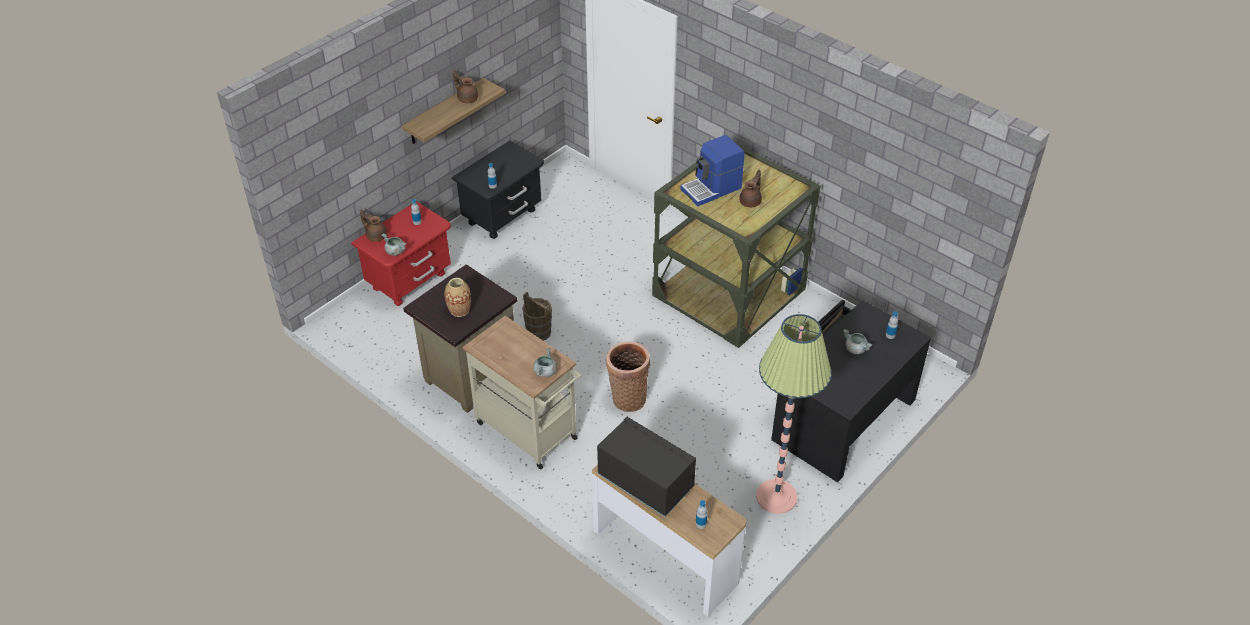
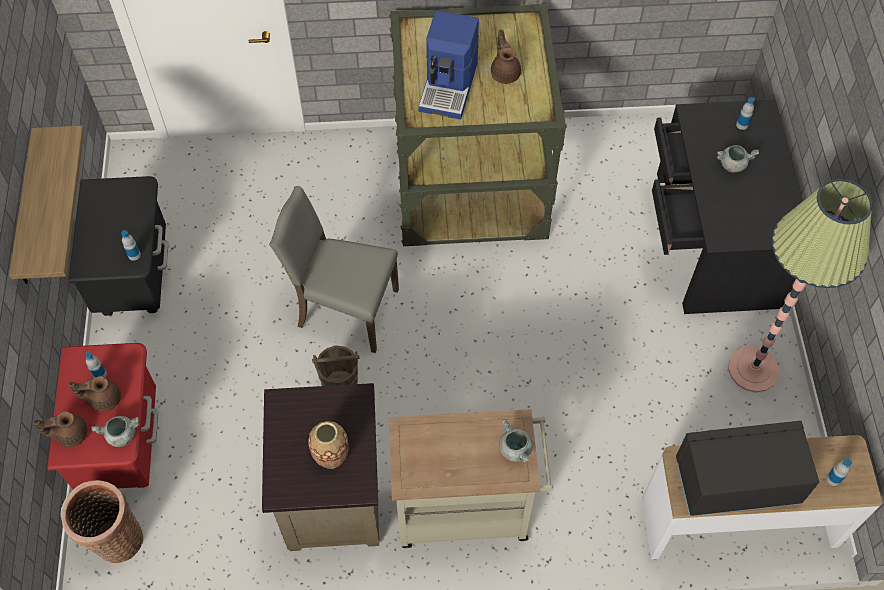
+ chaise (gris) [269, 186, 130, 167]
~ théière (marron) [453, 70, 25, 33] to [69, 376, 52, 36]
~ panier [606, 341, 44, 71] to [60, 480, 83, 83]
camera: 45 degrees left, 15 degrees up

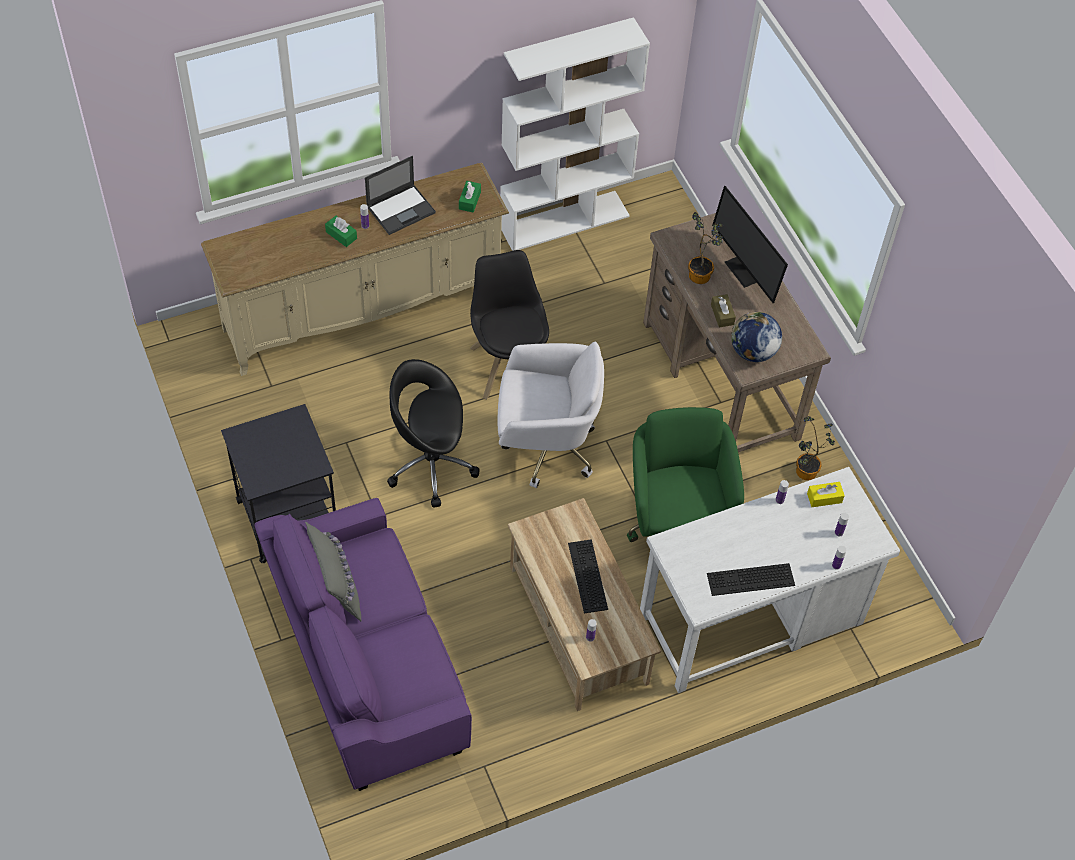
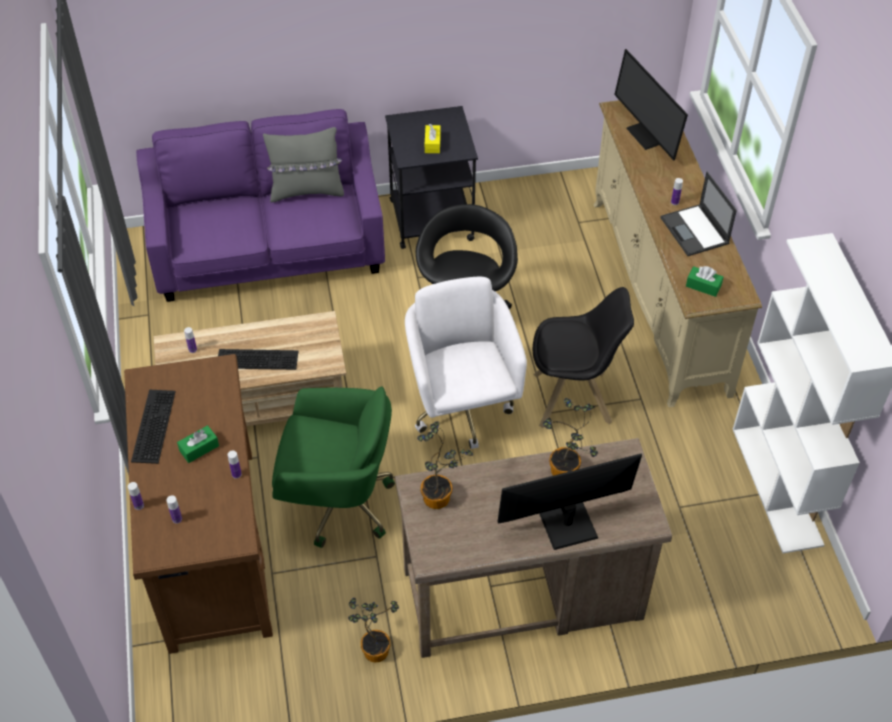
- boîte à mouchoirs (marron) [711, 294, 25, 34]
+ écran d'ordinateur [614, 49, 74, 112]
~ boîte à mouchoirs (vert) [325, 216, 32, 31] to [177, 425, 42, 38]
~ boîte à mouchoirs (jaune) [807, 482, 38, 25] to [425, 124, 16, 29]
~ globe [731, 312, 51, 50] to plante en pot [417, 421, 56, 88]
~ bureau (blanc) [640, 467, 260, 226] to bureau (marron) [124, 354, 149, 300]
~ chaise de bureau (blanc) [498, 342, 106, 146] = [405, 277, 122, 172] 150 degrees clockwise
camera: 105 degrees right, 5 degrees down

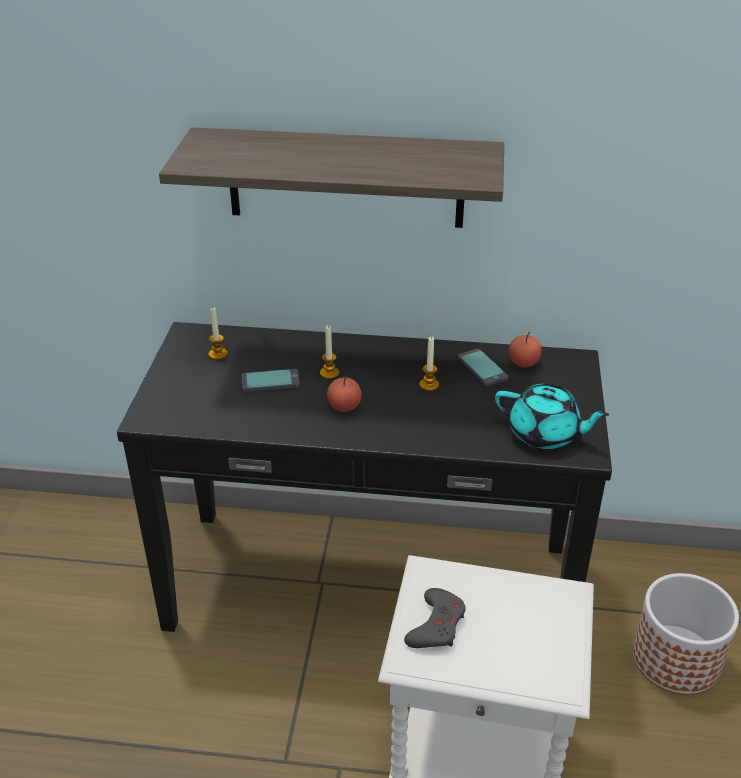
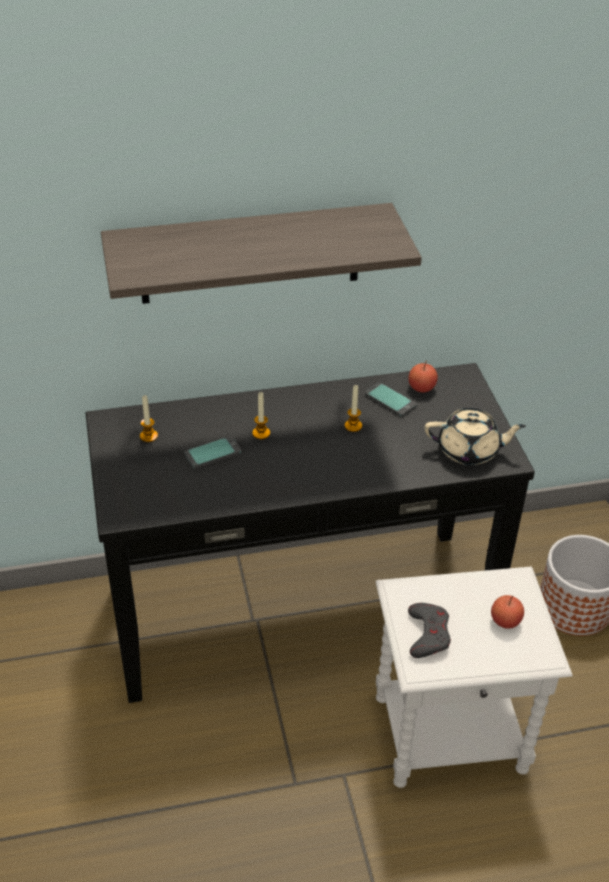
~ pomme [327, 375, 35, 37] to [491, 595, 33, 34]
~ théière (turquoise) [495, 384, 114, 65] to théière (beige) [425, 408, 101, 57]
camera: 20 degrees left, 5 degrees up

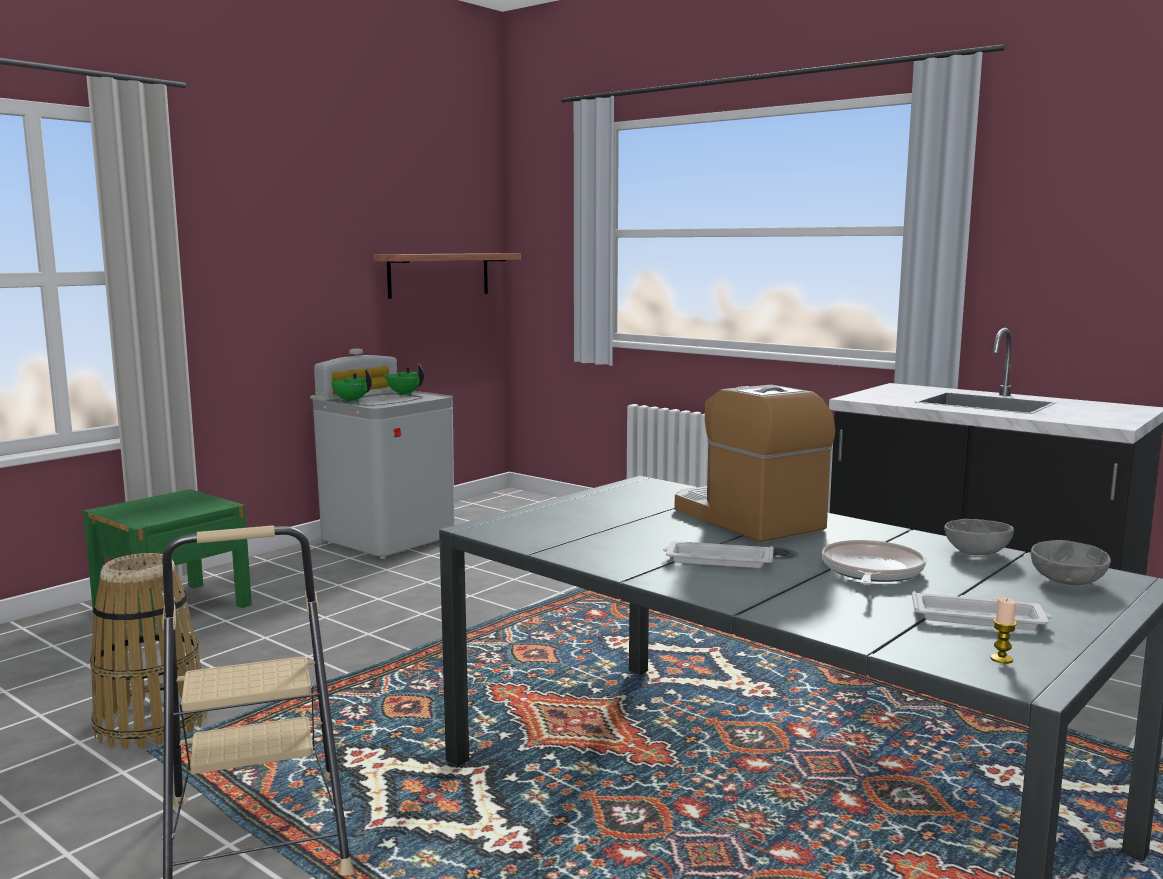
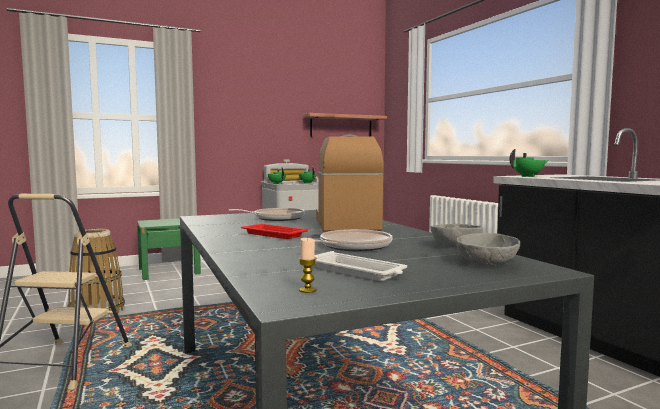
+ poêle [228, 208, 77, 13]
+ théière (vert) [510, 149, 39, 28]
~ plateau (blanc) [663, 541, 111, 27] to plateau (rouge) [241, 224, 67, 15]
camera: 25 degrees right, 5 degrees down

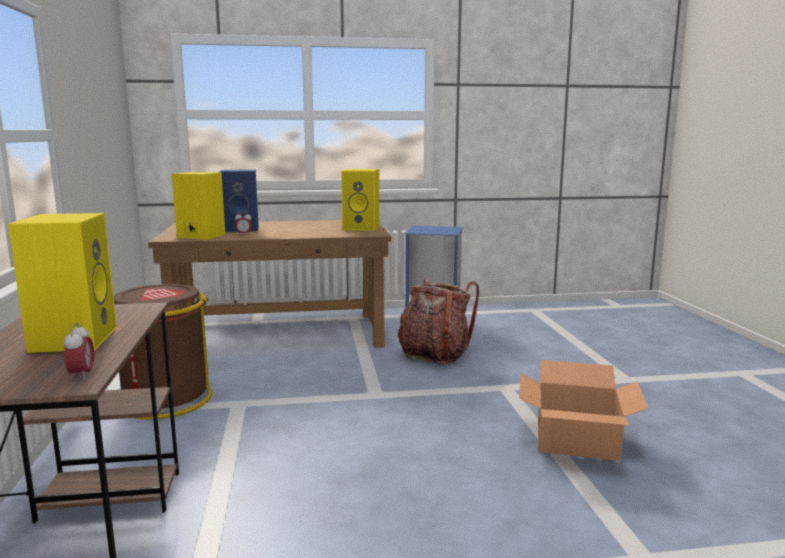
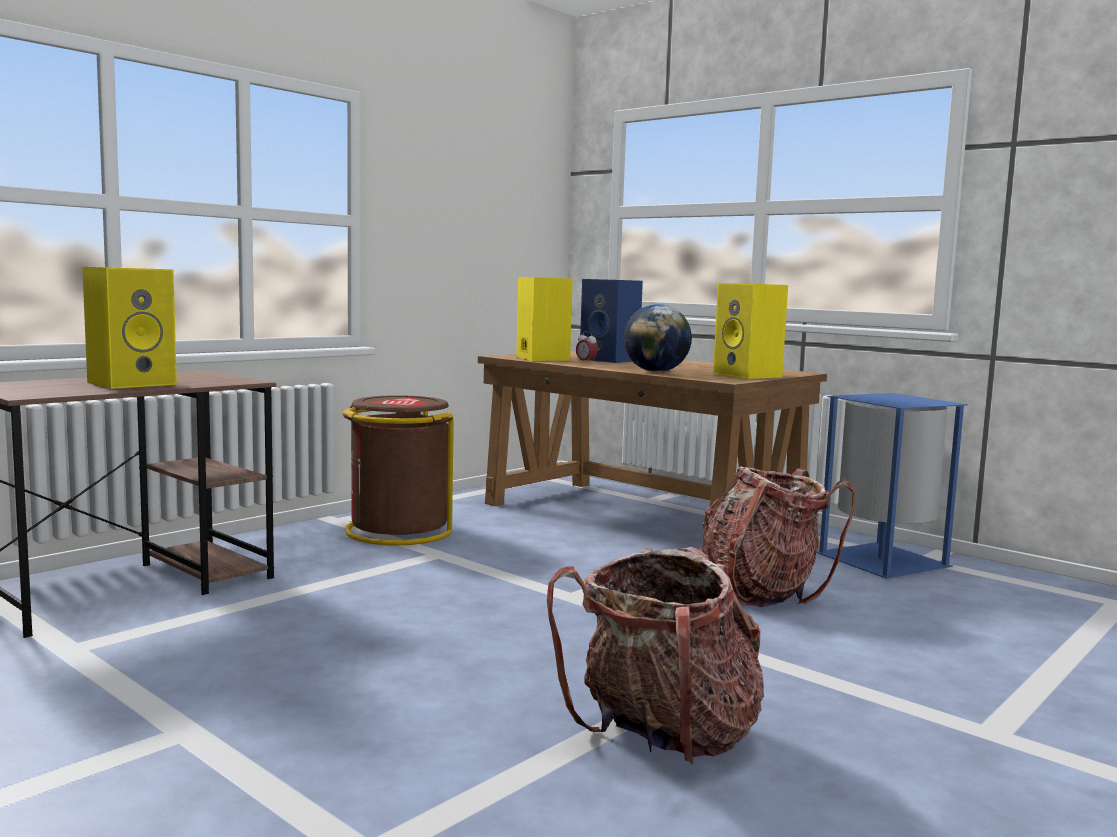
- réveil [64, 323, 30, 57]
+ globe [624, 304, 68, 68]
~ carton [519, 360, 129, 101] to sac à dos [547, 547, 217, 217]
camera: 50 degrees right, 5 degrees down

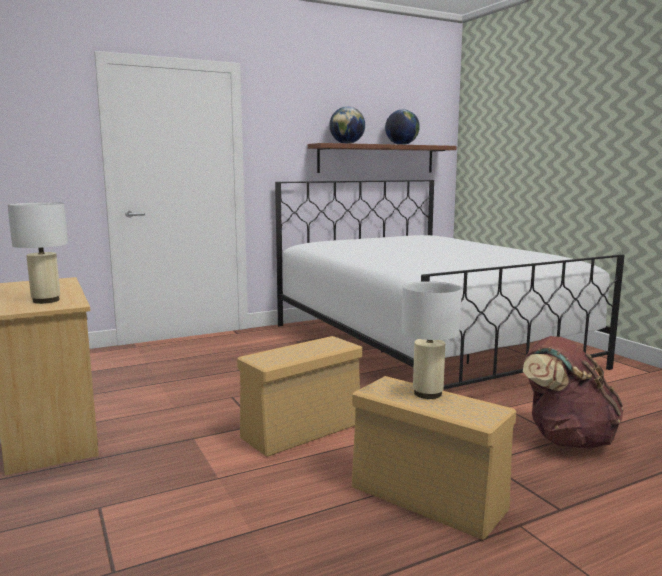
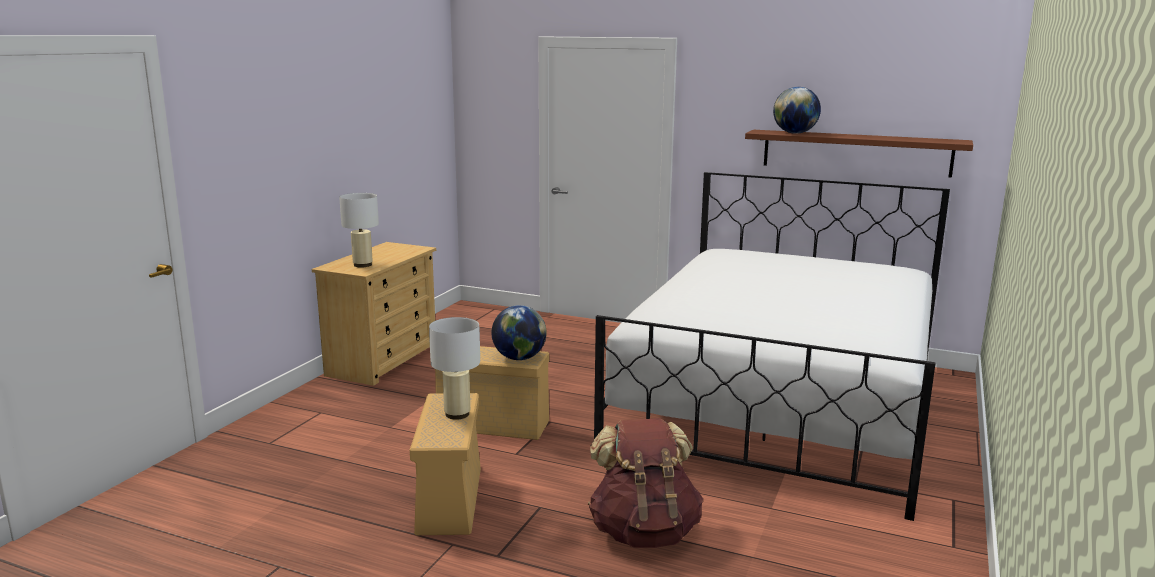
~ globe [385, 109, 35, 36] to [491, 305, 56, 55]
camera: 50 degrees right, 5 degrees up

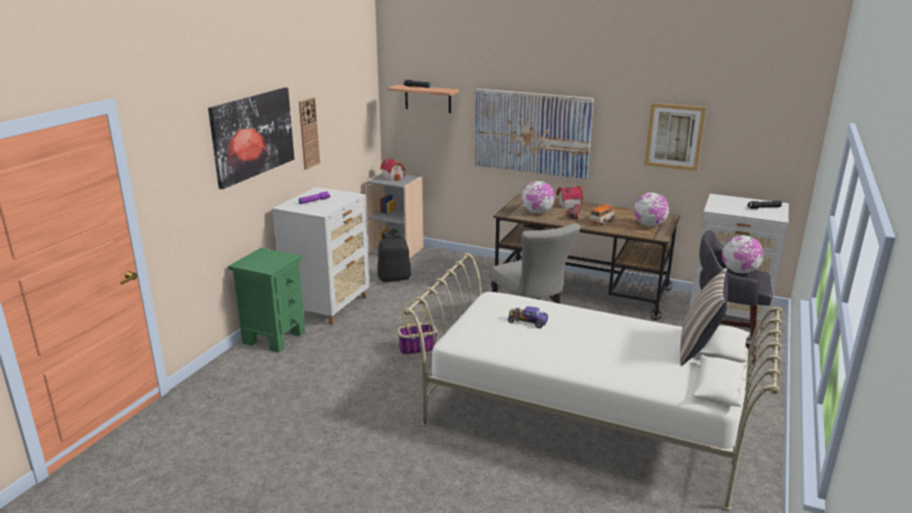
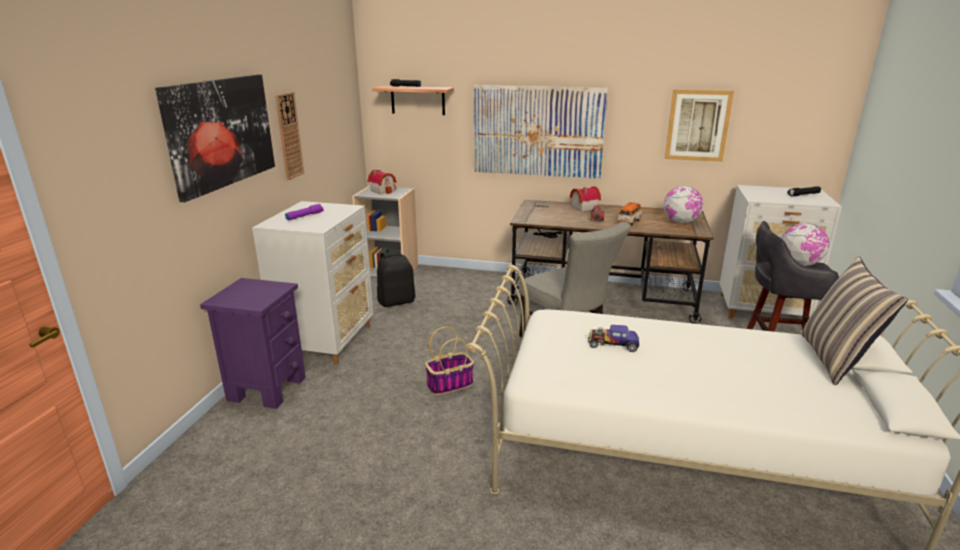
- globe [522, 181, 33, 33]
~ table de chevet (vert) [228, 248, 77, 105] to table de chevet (violet) [200, 278, 106, 131]
camera: 10 degrees left, 0 degrees up

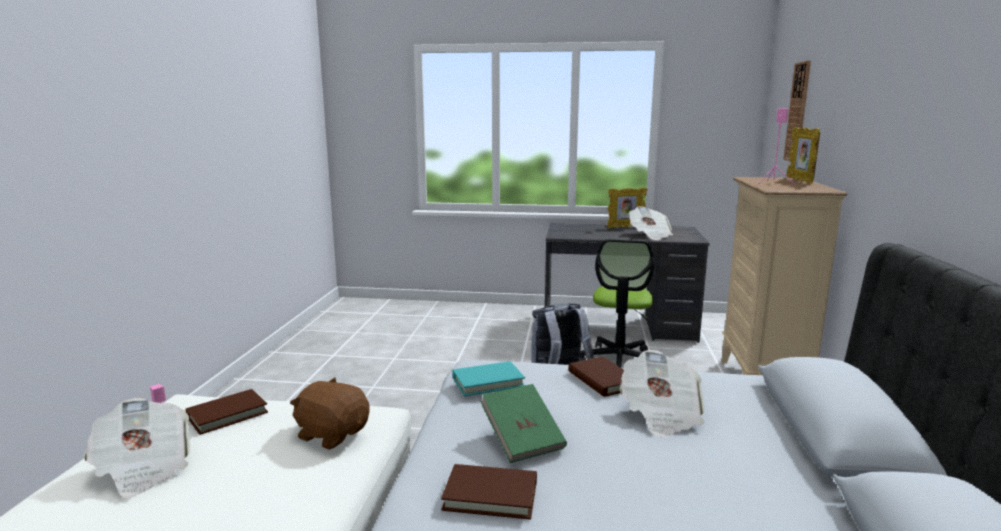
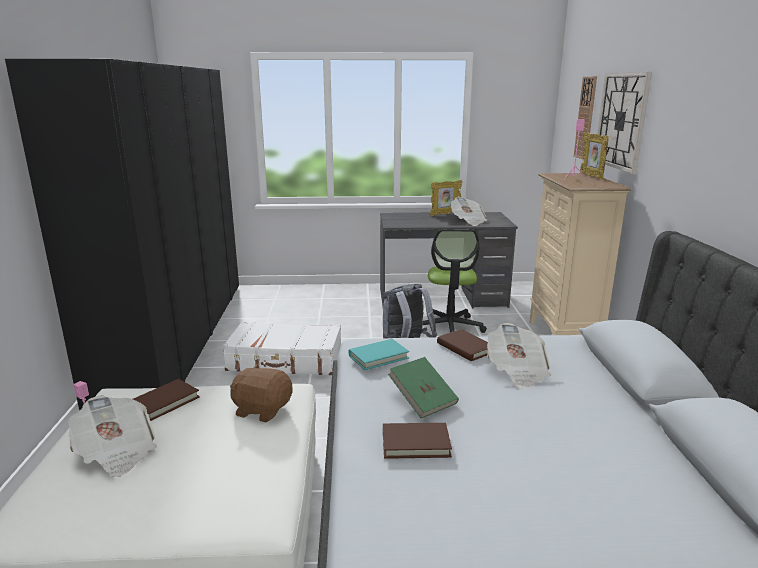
+ armoire (noir) [5, 59, 234, 352]
+ valise (blanc) [222, 322, 119, 53]
+ horloge murale [597, 72, 55, 101]
camera: 10 degrees left, 5 degrees up

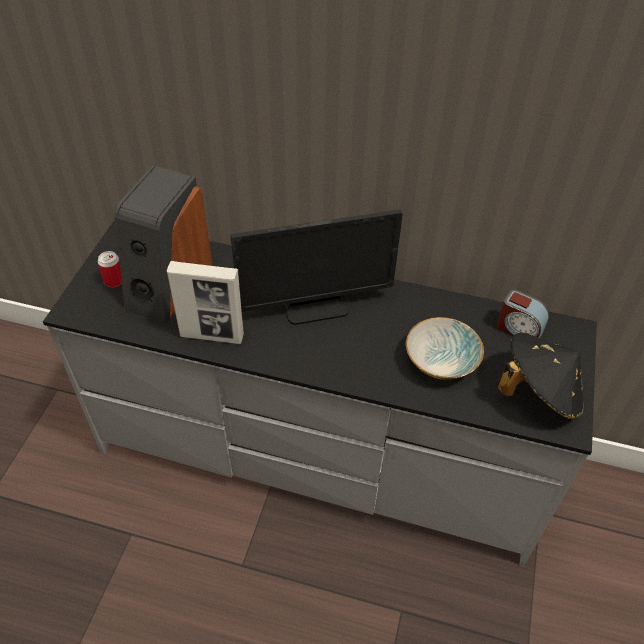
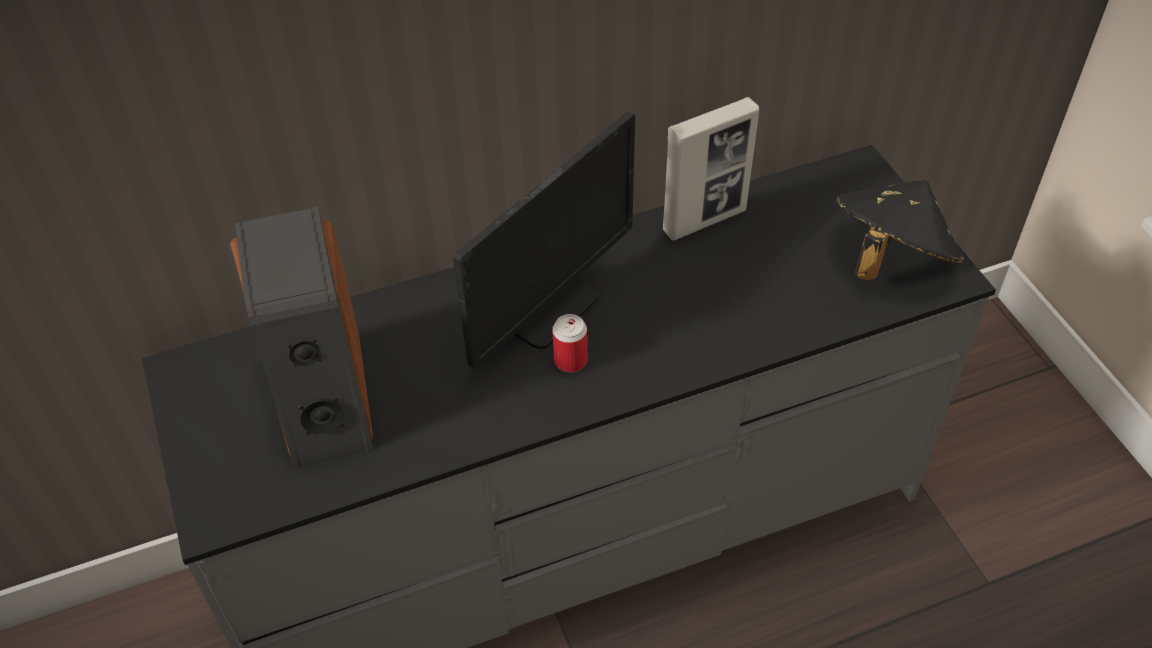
- bol [406, 317, 78, 63]
- réveil [497, 290, 52, 48]
~ boîte métallique [98, 251, 24, 36] to [552, 314, 35, 58]
~ cadre photo [167, 261, 77, 83] to [663, 97, 96, 144]
camera: 35 degrees left, 0 degrees up

